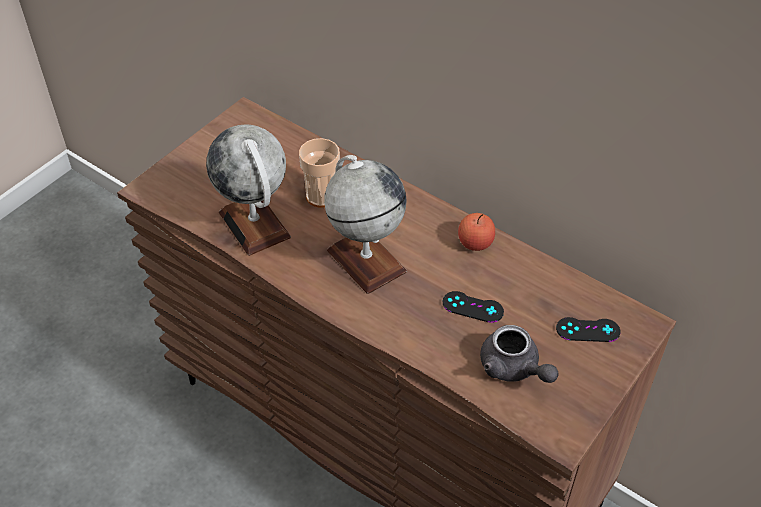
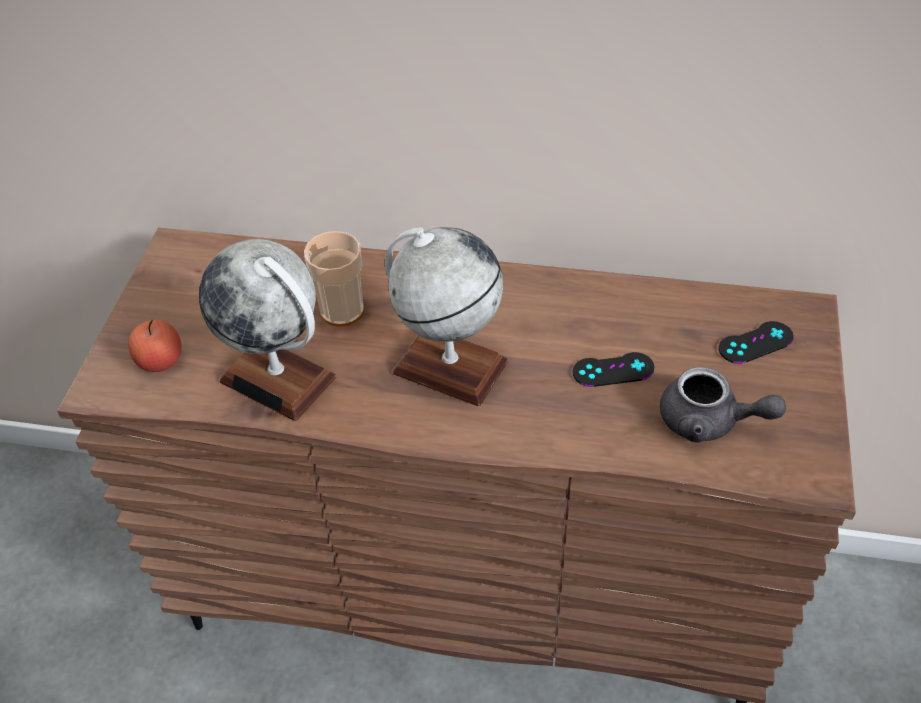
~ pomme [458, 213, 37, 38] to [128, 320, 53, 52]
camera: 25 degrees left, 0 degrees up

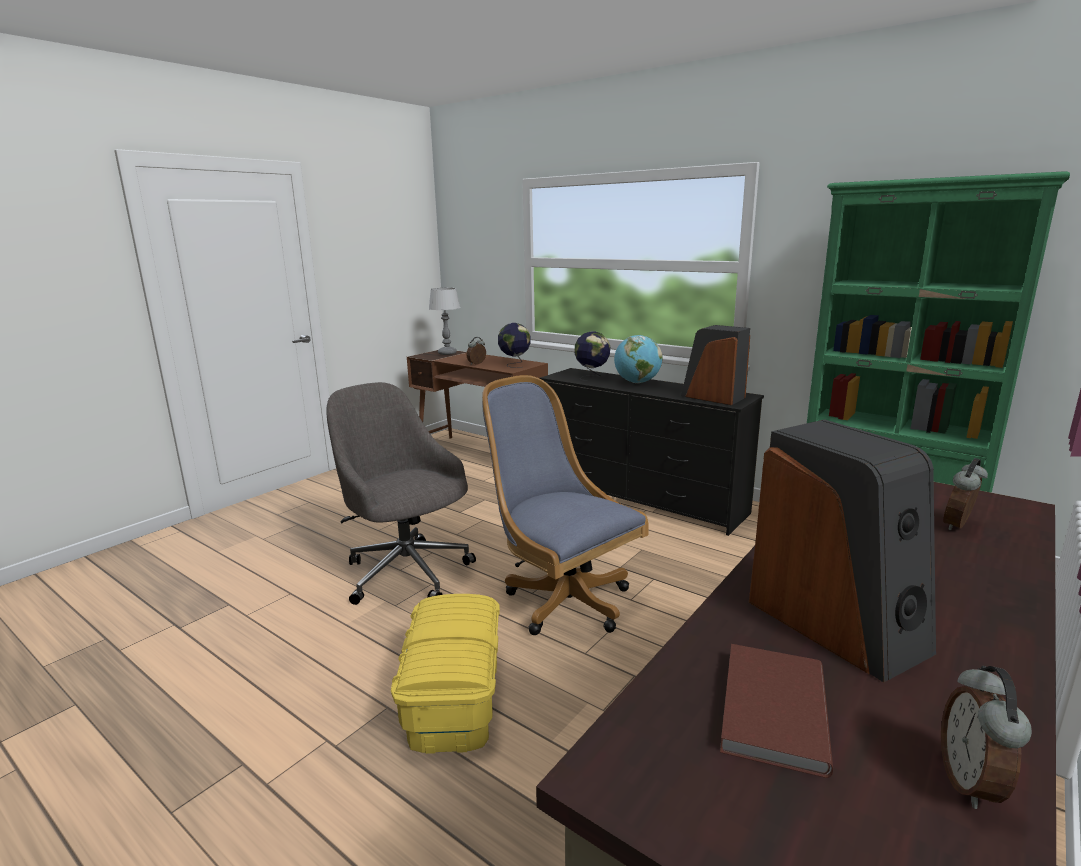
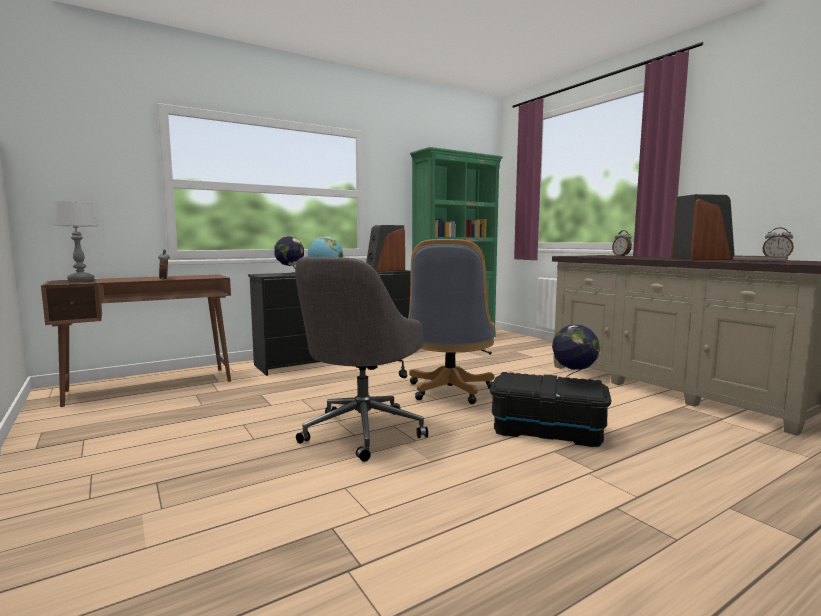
~ globe [498, 323, 33, 45] to [552, 325, 48, 60]
~ boîte de rangement (jaune) [391, 594, 109, 160] to boîte de rangement (noir) [490, 372, 122, 75]
~ chaise de bureau (gris) [327, 382, 149, 223] = [295, 257, 133, 205] 45 degrees counterclockwise
~ chaise de bureau (bleu) [482, 375, 167, 260] = [408, 239, 87, 165] 60 degrees counterclockwise
camera: 70 degrees left, 10 degrees down

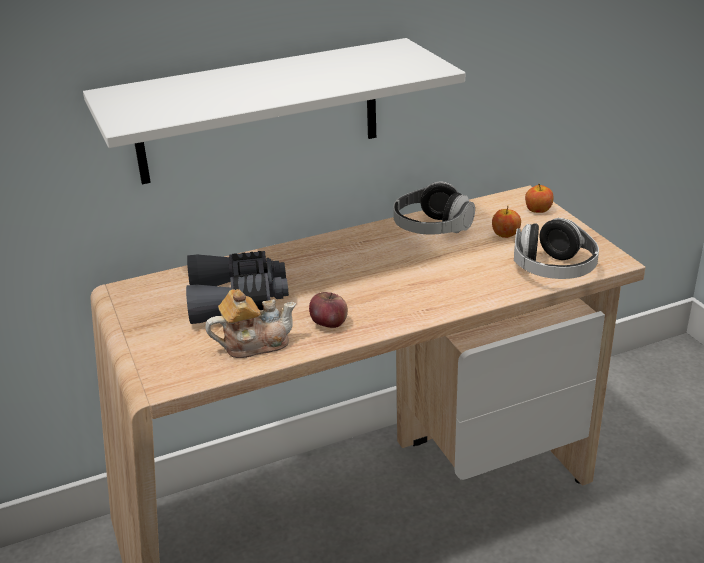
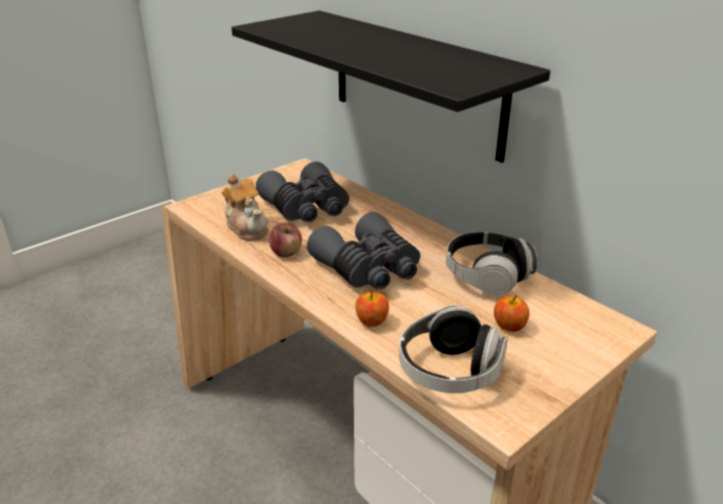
+ jumelles (gris) [307, 212, 113, 77]
~ pomme [525, 183, 28, 30] to [355, 289, 34, 38]
~ étagère (blanc) [83, 38, 382, 146] to étagère (noir) [232, 11, 318, 152]
camera: 70 degrees right, 0 degrees up

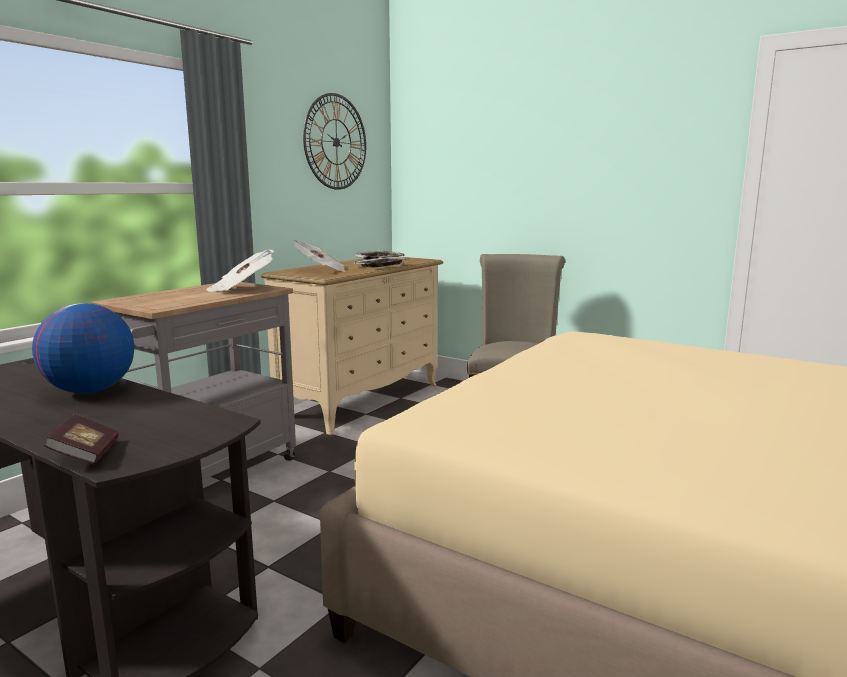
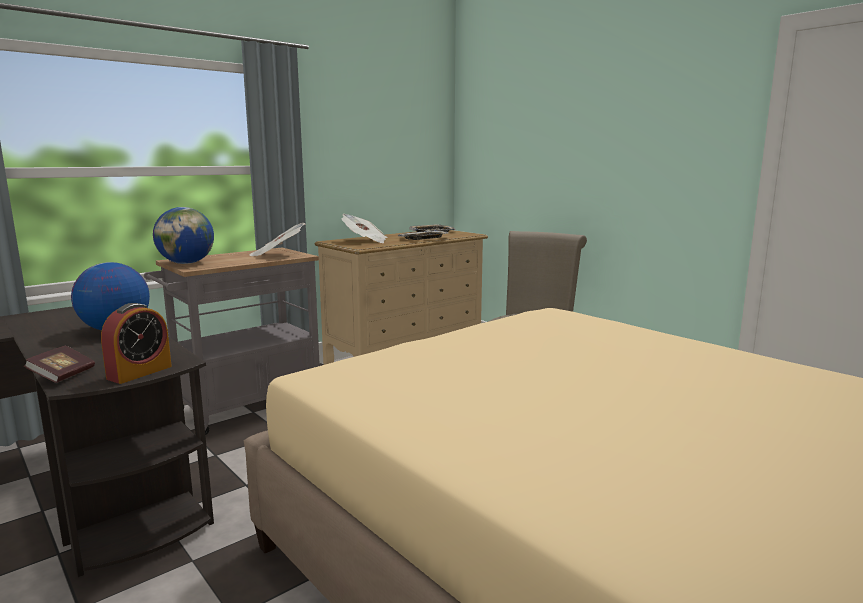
- horloge murale [303, 93, 63, 97]
+ réveil [101, 303, 71, 81]
+ globe [153, 207, 61, 57]
camera: 15 degrees right, 0 degrees up

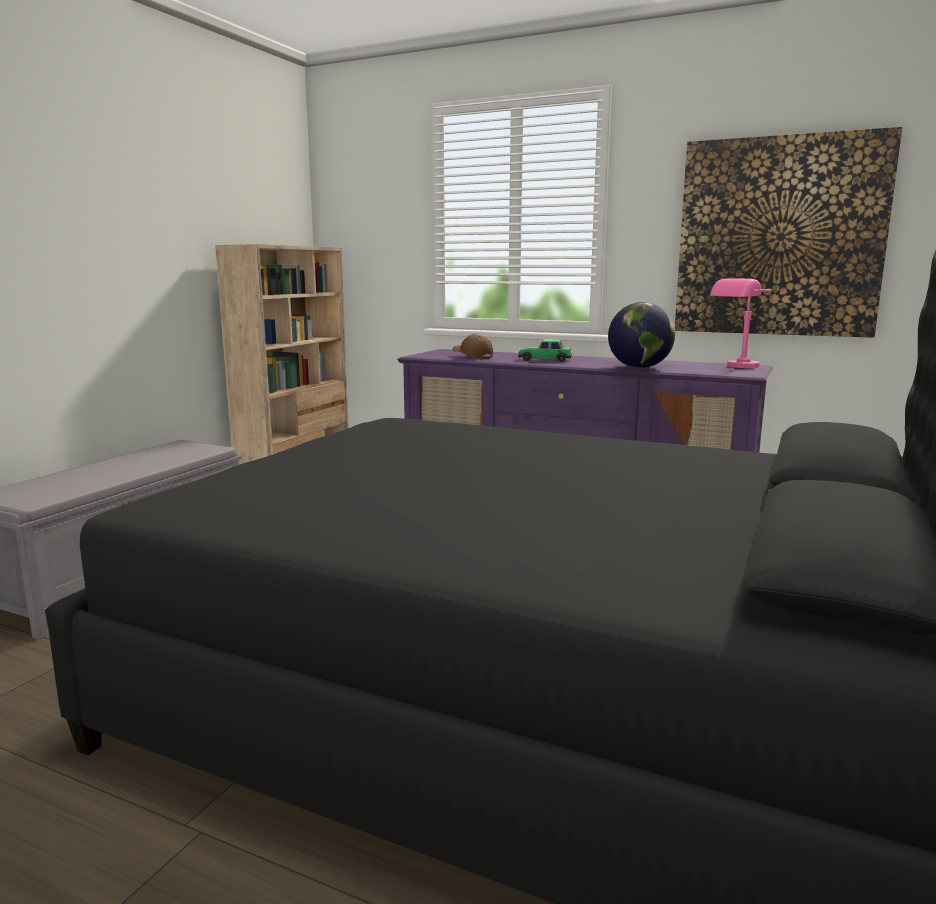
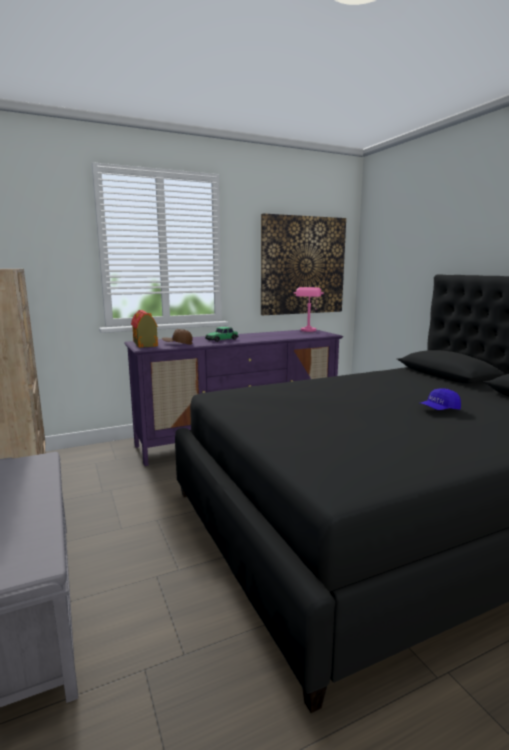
- globe [608, 302, 67, 66]
+ maison miniature [131, 310, 27, 38]
+ casquette (bleu) [421, 388, 40, 22]
camera: 50 degrees left, 0 degrees up

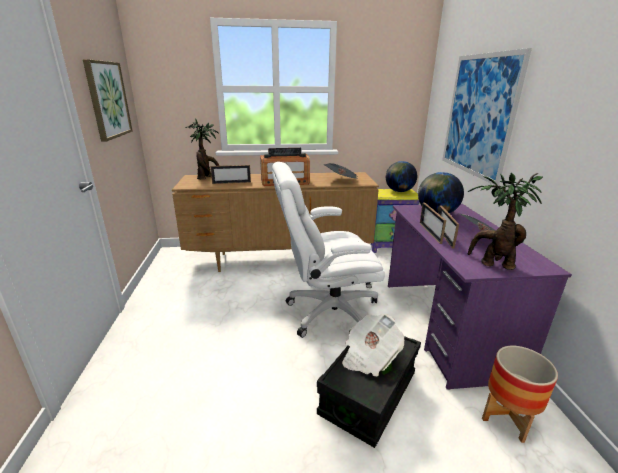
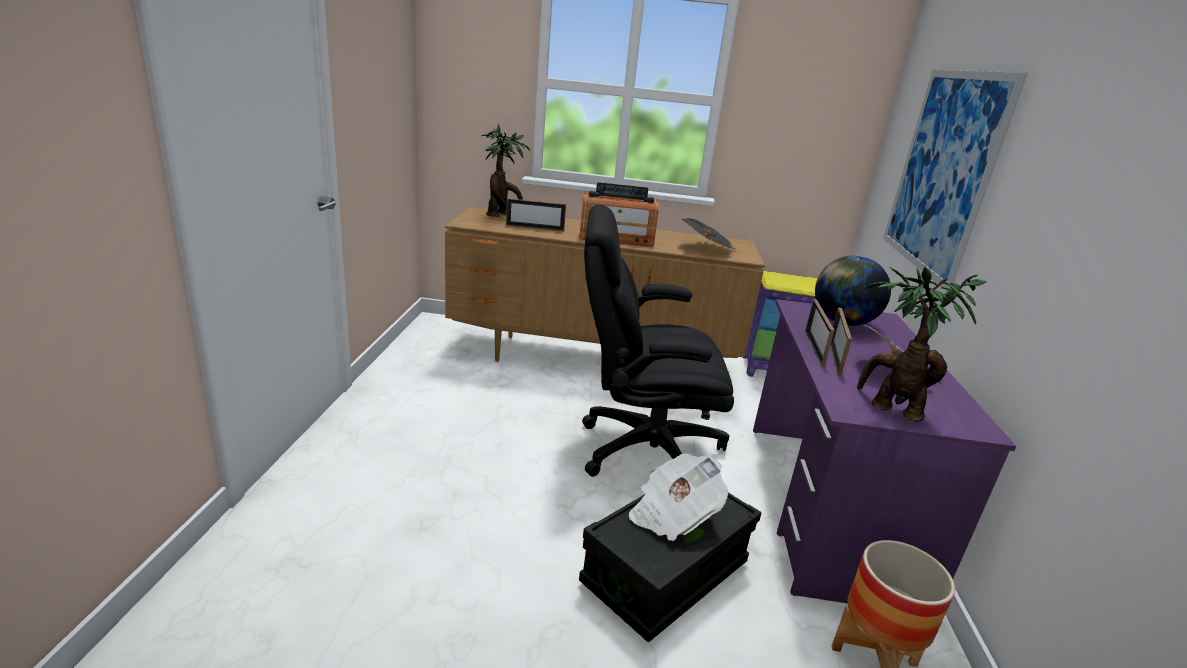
- tableau [83, 59, 50, 82]
- globe [386, 161, 31, 31]
~ chaise de bureau (blanc) [272, 162, 113, 176] to chaise de bureau (noir) [582, 204, 152, 273]
camera: 10 degrees right, 0 degrees up

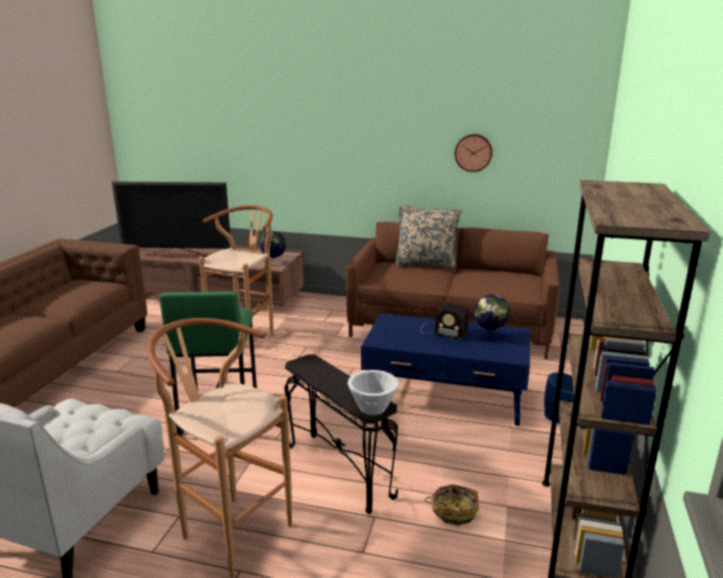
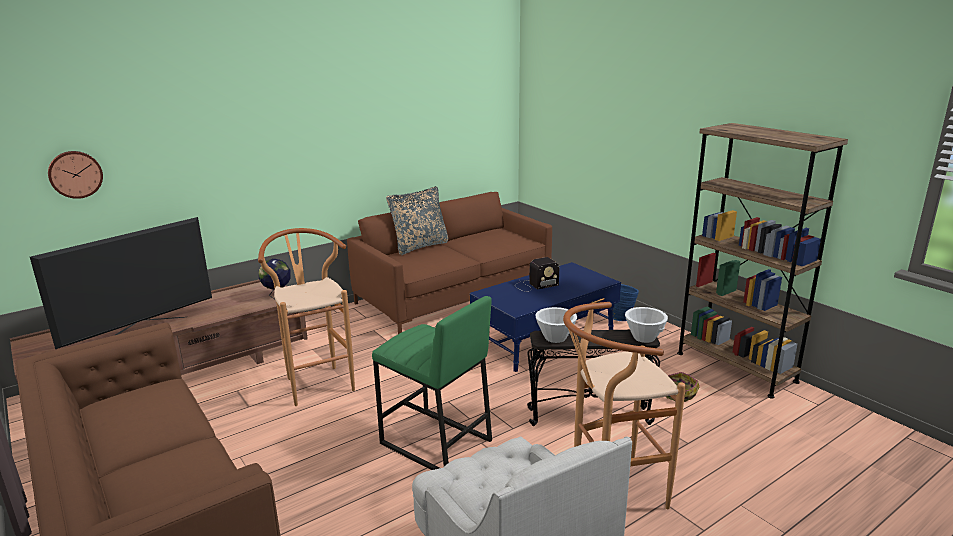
- globe [474, 294, 36, 45]
+ bol (blanc) [535, 307, 42, 36]
~ horloge murale [455, 134, 38, 38] to [48, 151, 55, 48]
camera: 50 degrees left, 0 degrees up

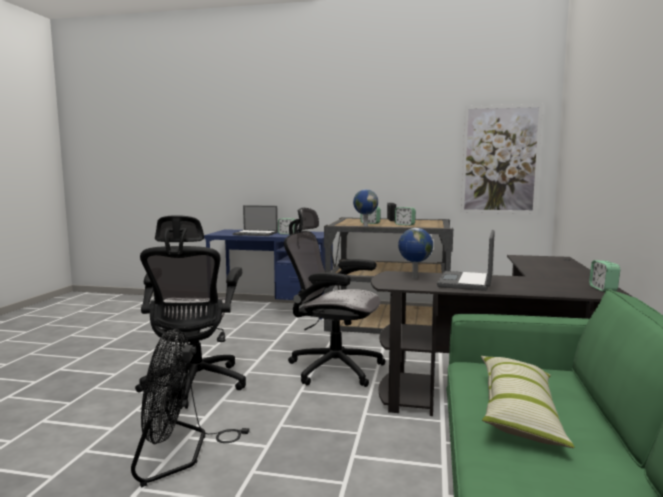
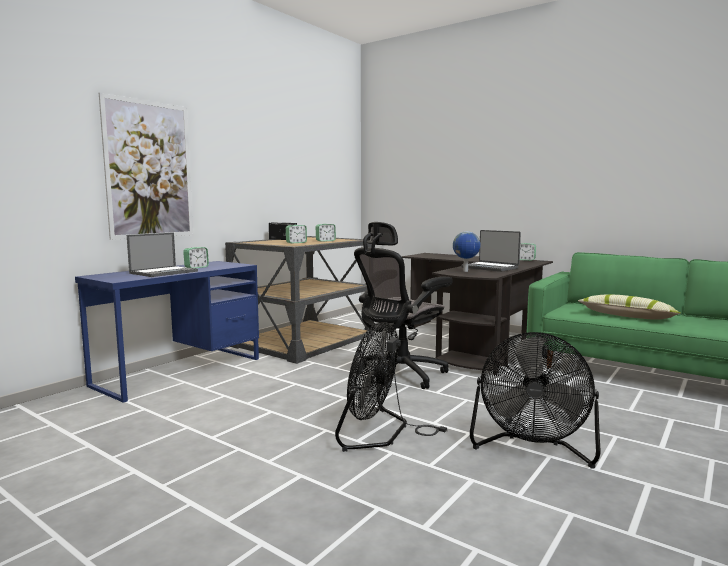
- globe [353, 189, 25, 37]
~ tableau [461, 104, 82, 110] to [99, 93, 94, 147]
~ chaise de bureau [135, 215, 111, 194] to ventilateur (noir) [335, 322, 113, 130]
camera: 65 degrees left, 0 degrees up

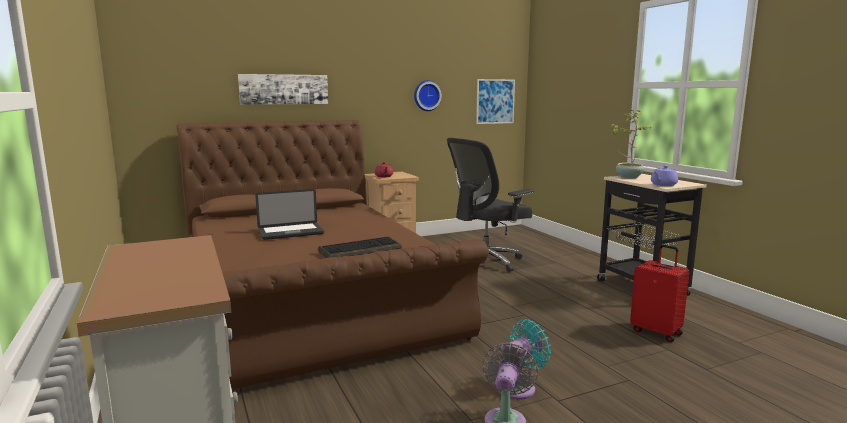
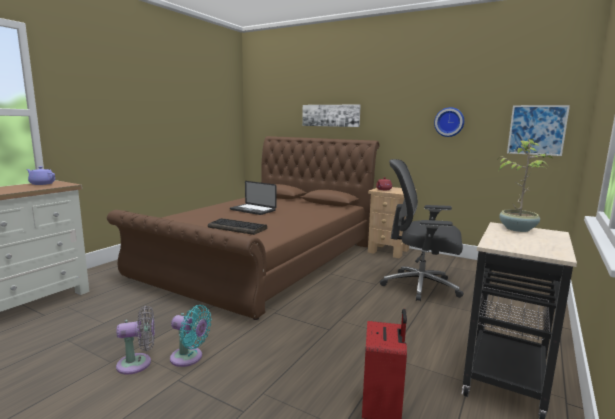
~ théière (violet) [651, 165, 27, 21] to [26, 166, 29, 19]
camera: 55 degrees right, 0 degrees up

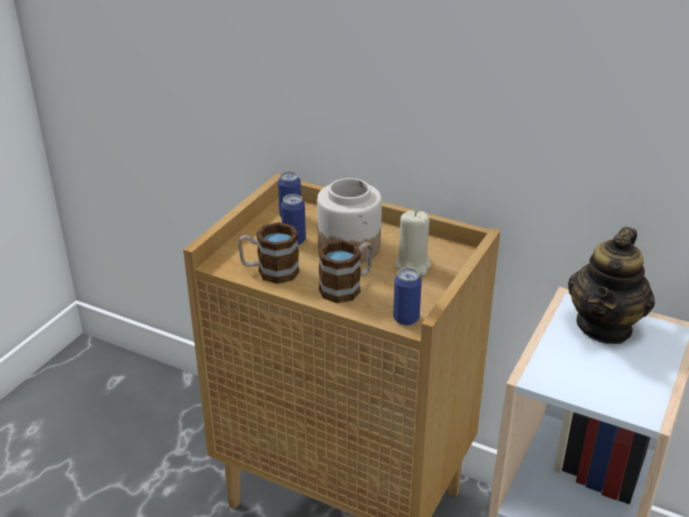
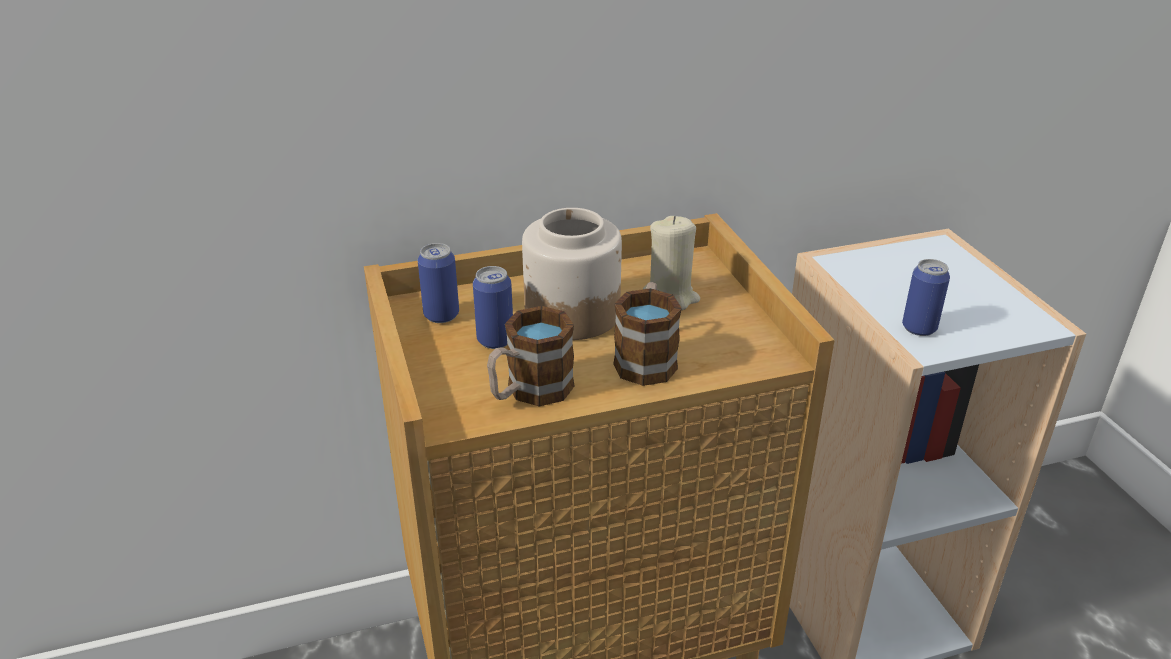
- théière [568, 227, 87, 117]
~ boîte métallique [393, 268, 29, 57] to [902, 259, 48, 77]
camera: 45 degrees left, 0 degrees up

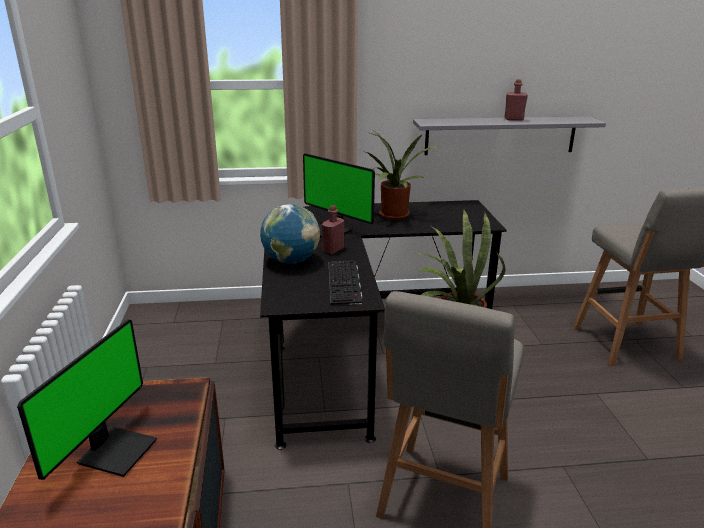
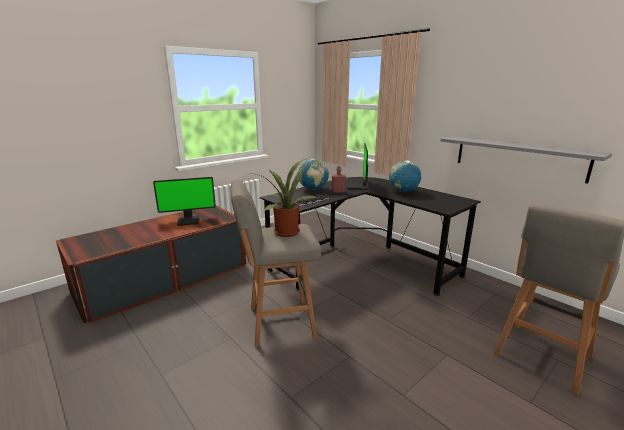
- bouteille (rouge) [504, 79, 24, 42]
~ plante en pot [366, 129, 75, 91] to globe [389, 161, 32, 31]
camera: 55 degrees right, 5 degrees down

